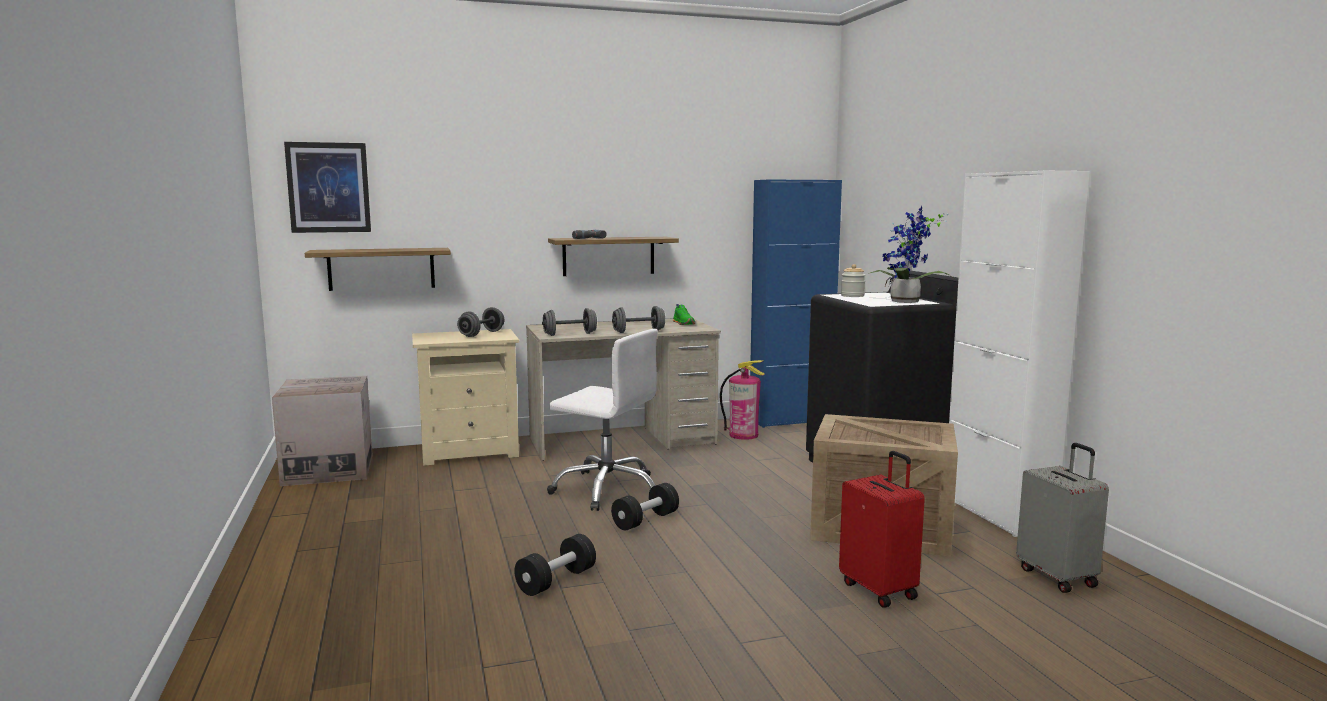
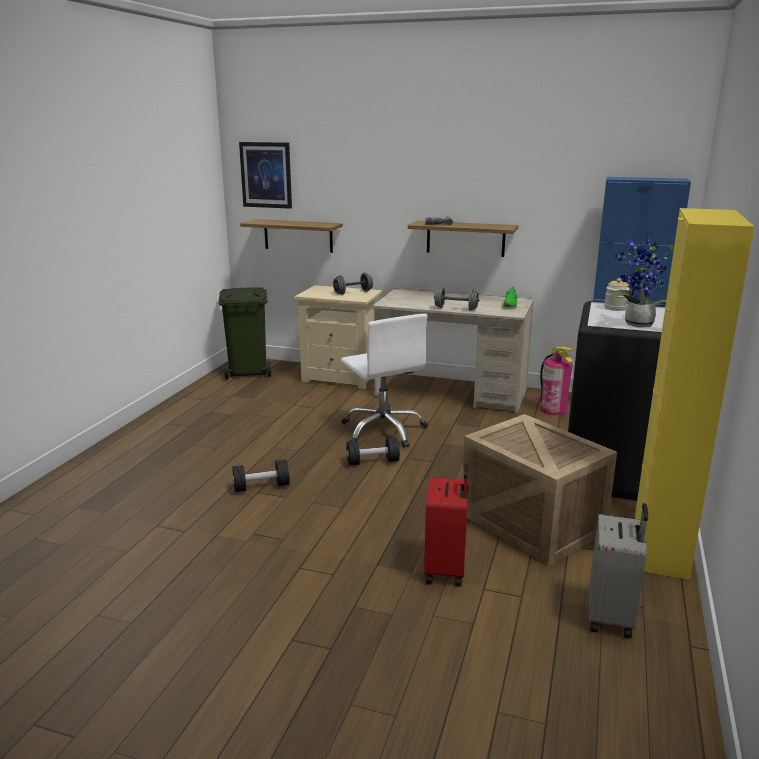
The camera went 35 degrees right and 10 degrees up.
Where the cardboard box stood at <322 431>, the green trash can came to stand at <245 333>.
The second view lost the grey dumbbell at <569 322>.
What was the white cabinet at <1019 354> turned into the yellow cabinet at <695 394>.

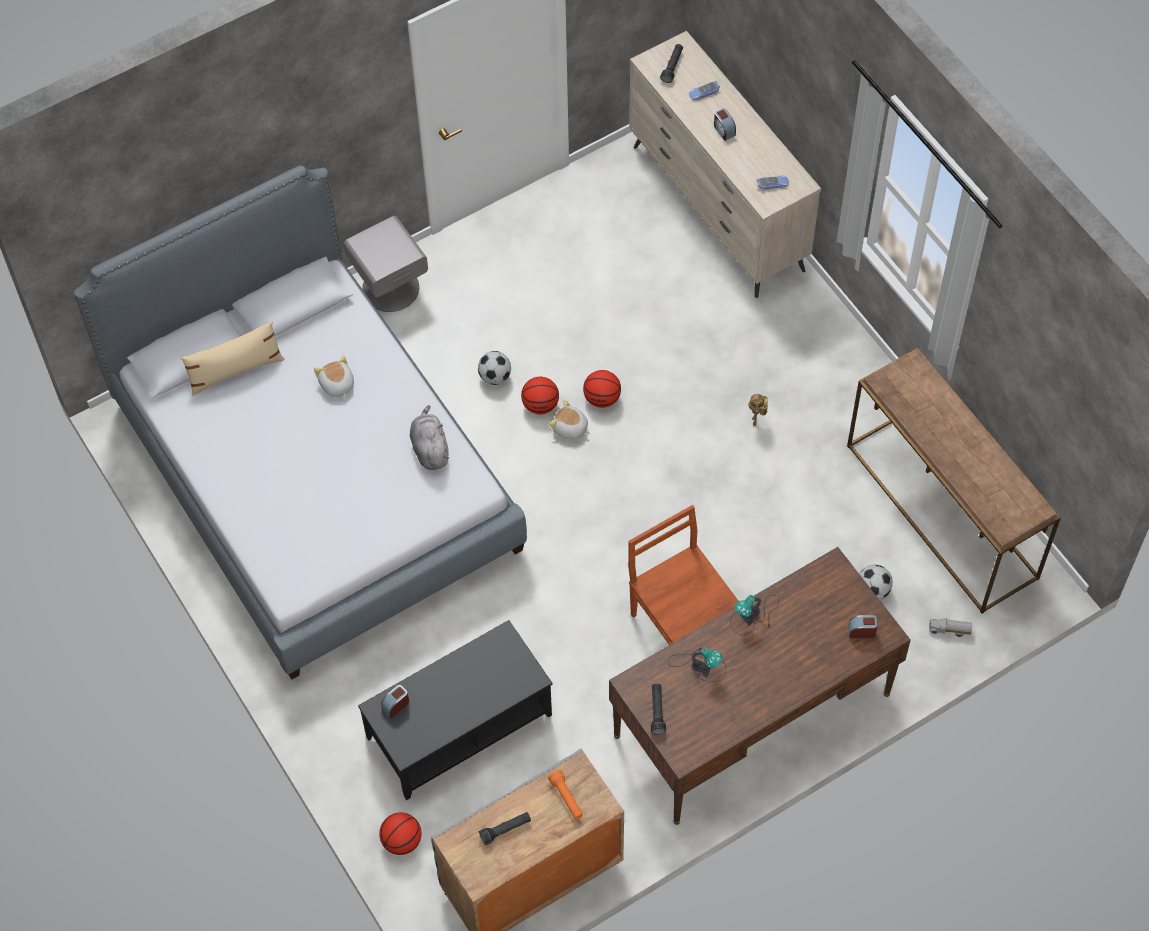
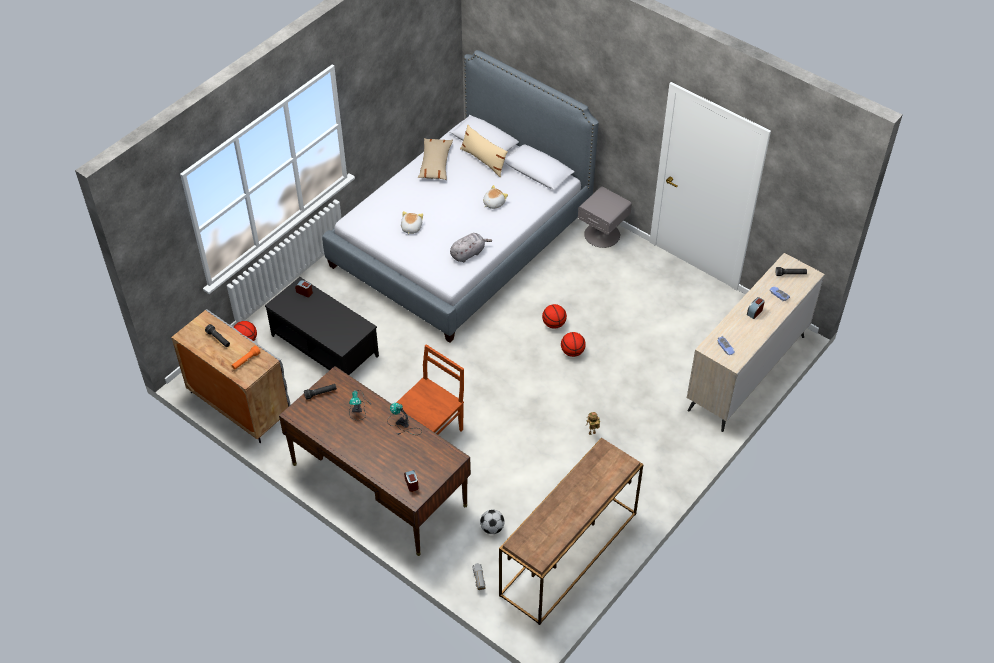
The camera went 70 degrees right and 10 degrees down.
The second view lost the football at <494 368>.
The plush toy ended up elsewhere, having gone from <569 419> to <412 223>.
The second view gained the beige pillow at <435 159>.

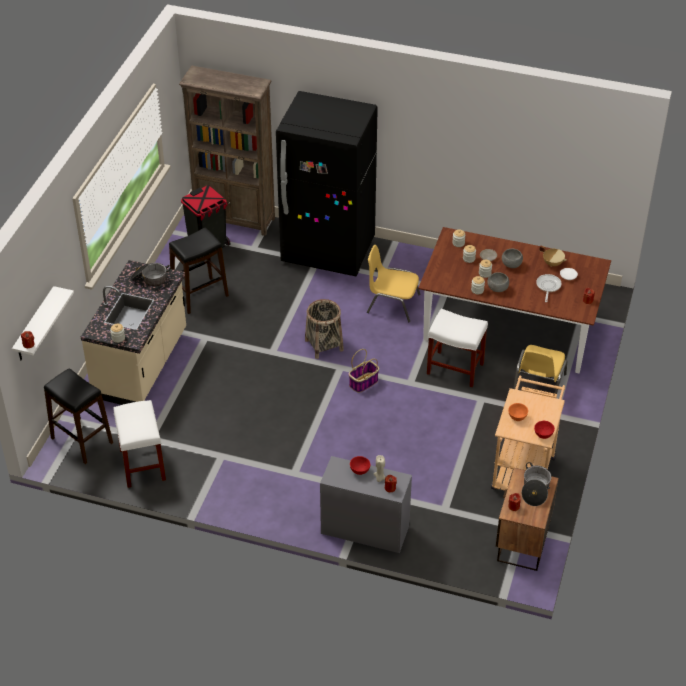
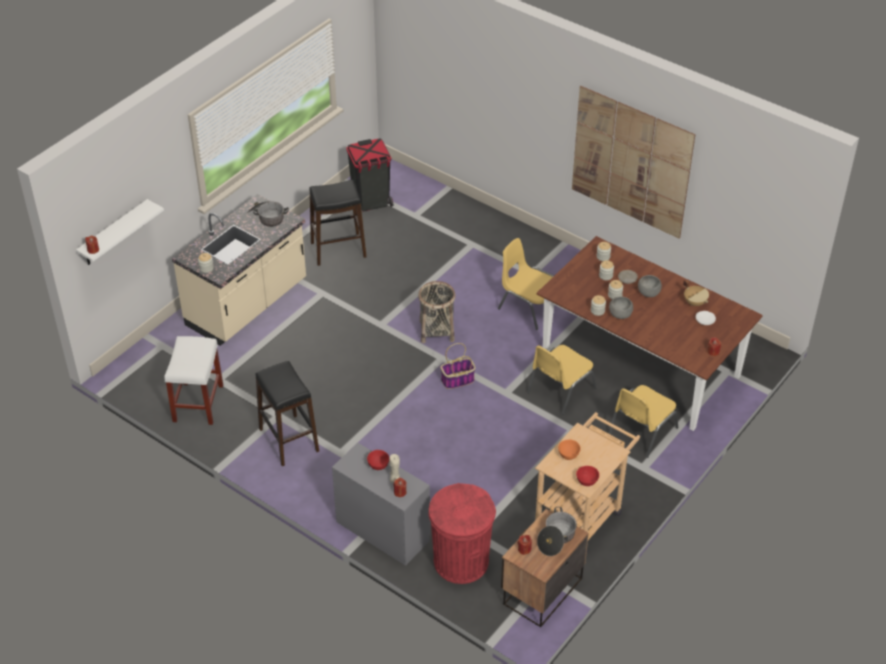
The camera went 20 degrees right and 0 degrees up.
The black stool ended up elsewhere, having gone from <78 416> to <287 413>.
The second view lost the brown bookcase at <227 151>.
The second view lost the black fridge at <327 183>.
Where the white stool stood at <457 348>, the yellow chair came to stand at <562 380>.
The second view lost the frying pan at <548 288>.
The second view gained the red trash can at <462 533>.
The second view gained the picture at <633 162>.

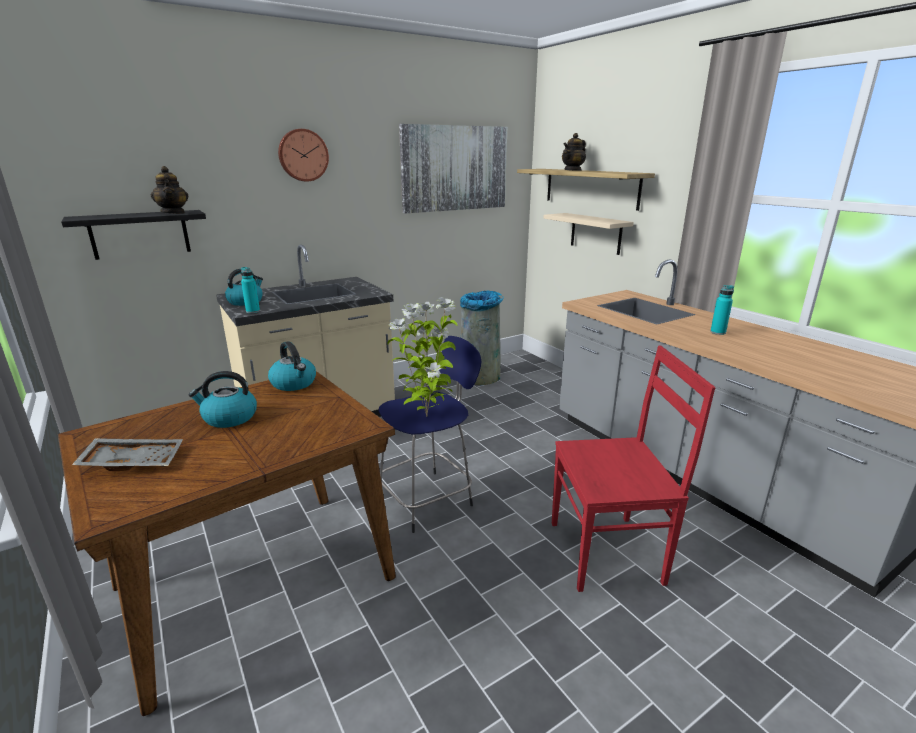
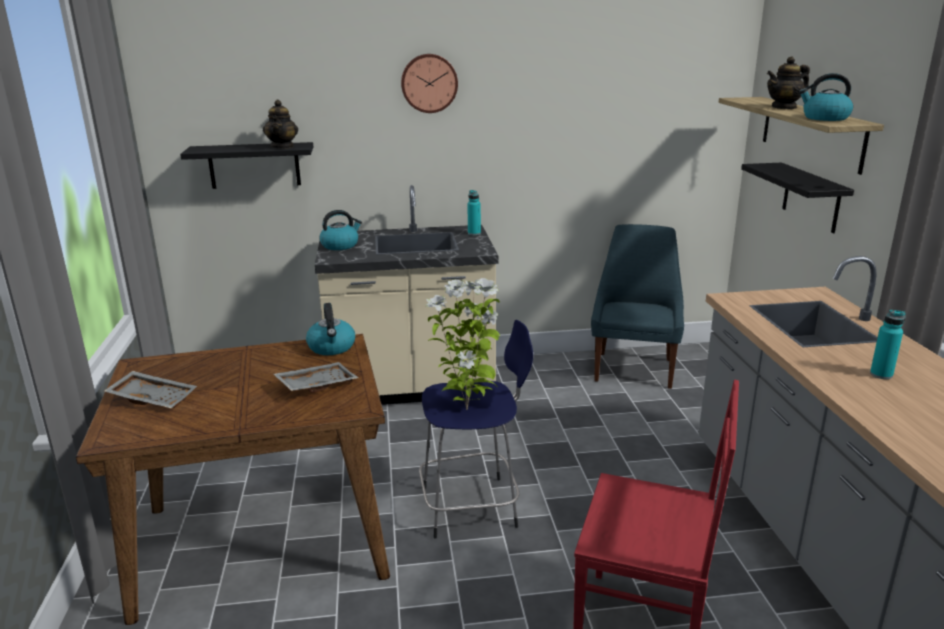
The camera went 25 degrees right and 0 degrees up.
The kettle ended up elsewhere, having gone from <222 399> to <826 97>.
The turquoise bottle ended up elsewhere, having gone from <250 290> to <474 212>.
The second view lost the picture at <453 168>.
Where the grey trash can stood at <482 337>, the blue chair came to stand at <637 306>.
What was the beige shelf at <588 234> turned into the black shelf at <797 197>.
The second view gained the grey tray at <316 377>.

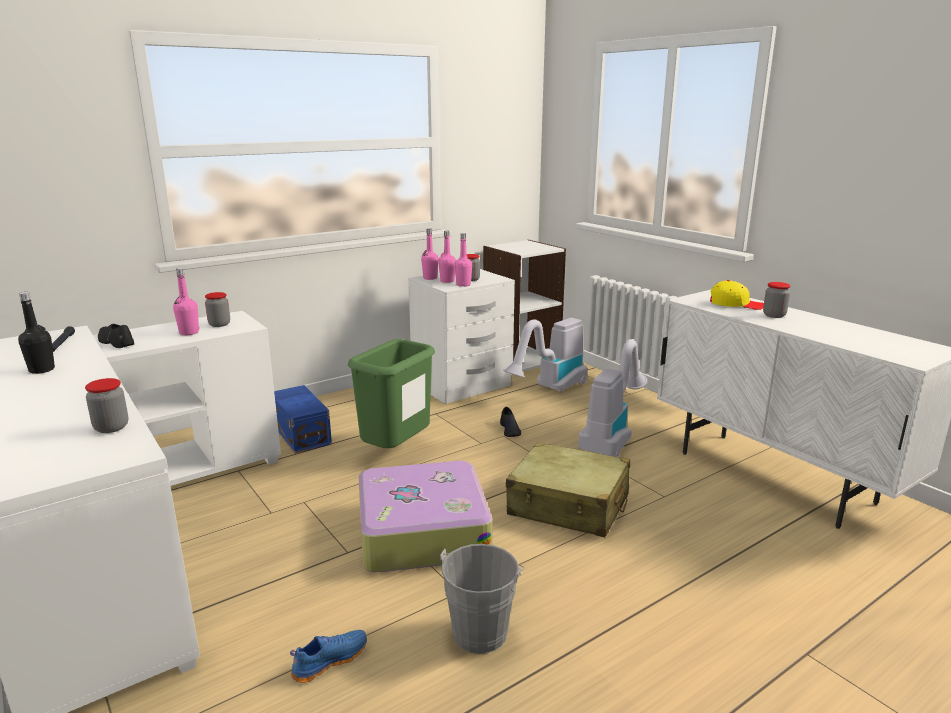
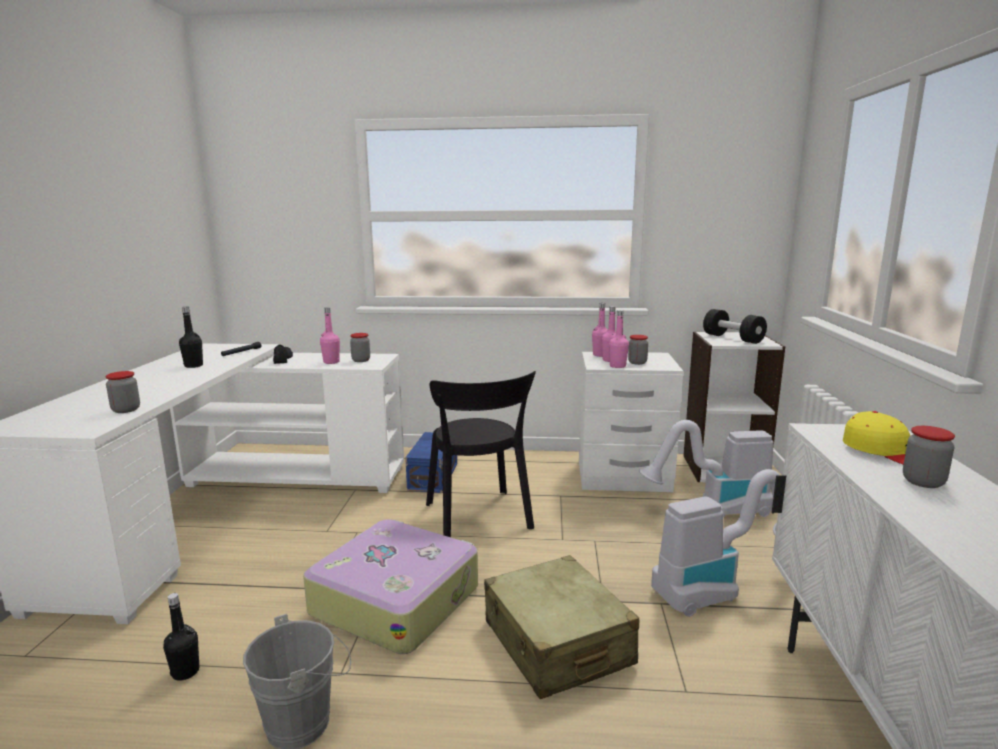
The camera went 40 degrees right and 5 degrees down.
Where the blue shoe stood at <328 656>, the black bottle came to stand at <181 637>.
Where the green trash can stood at <391 393>, the black chair came to stand at <481 454>.
The second view lost the black shoe at <510 422>.
The second view gained the black dumbbell at <735 326>.

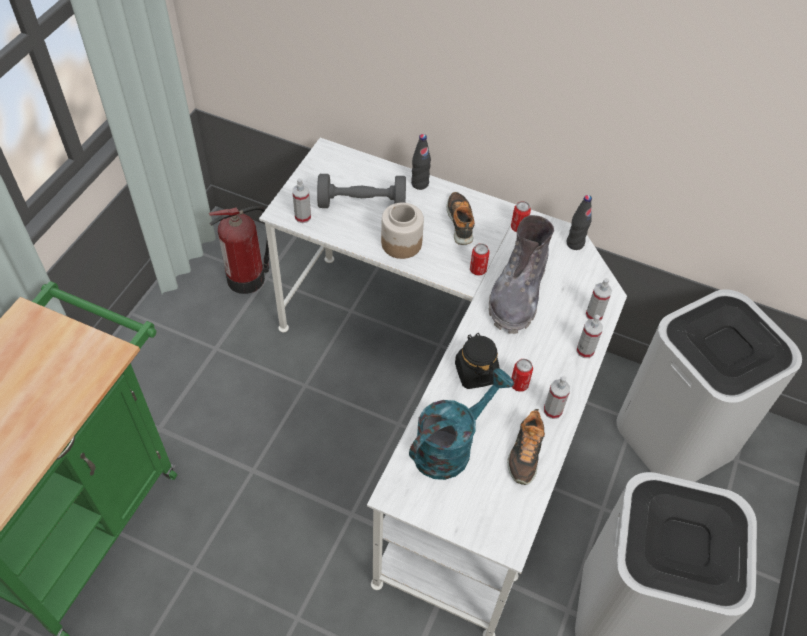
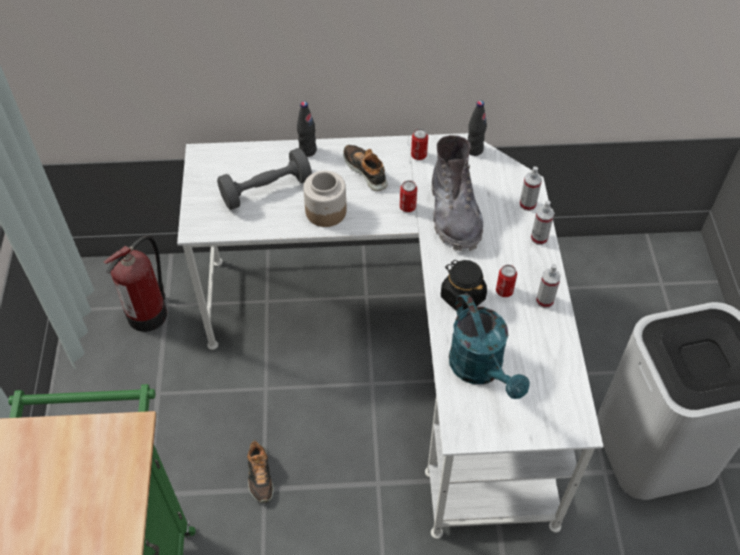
The camera went 25 degrees left and 0 degrees up.
The second view lost the spray bottle at <301 200>.
The turquoise watering can at <461 424> ended up facing another way, 135 degrees clockwise from before.
The shoe ended up elsewhere, having gone from <526 447> to <260 471>.
The second view lost the white trash can at <709 385>.

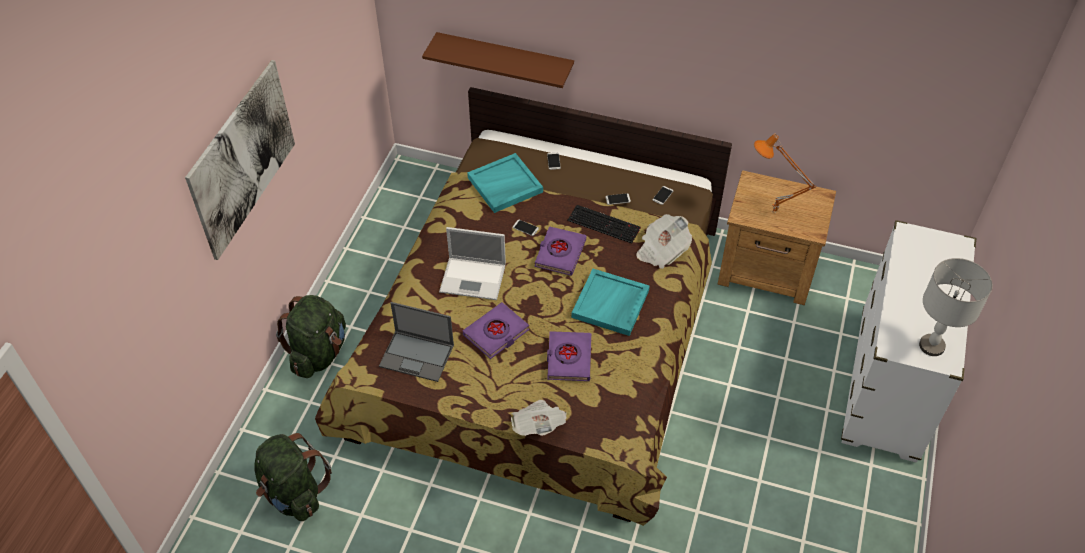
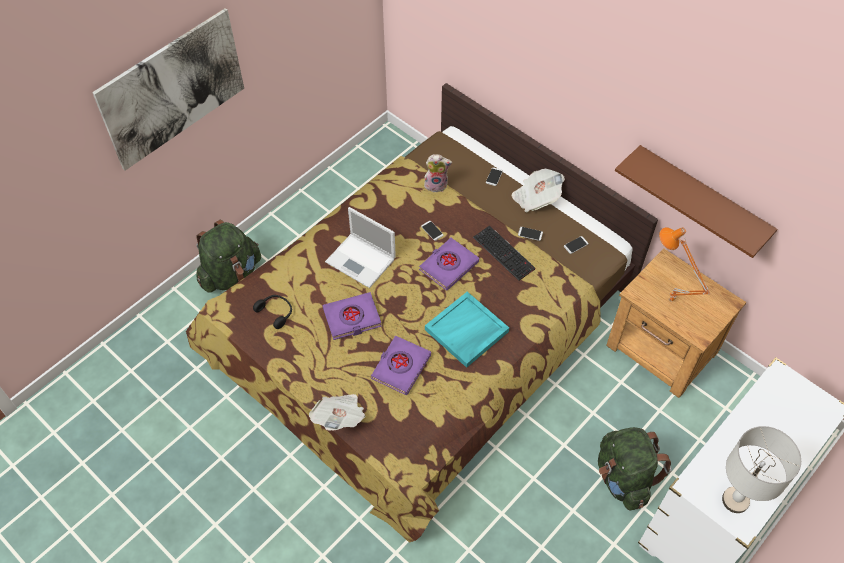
The camera went 25 degrees right and 5 degrees up.
The green backpack ended up elsewhere, having gone from <293 477> to <635 468>.
Where the laptop stood at <416 342>, the black headphones came to stand at <272 312>.
The brown shelf ended up elsewhere, having gone from <498 60> to <696 201>.
Where the turquoise tray stood at <505 183>, the plush toy came to stand at <438 173>.
The newspaper ended up elsewhere, having gone from <664 241> to <538 191>.

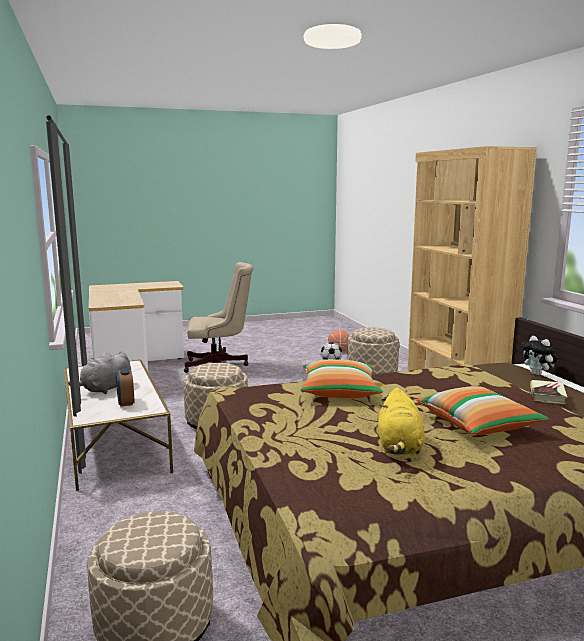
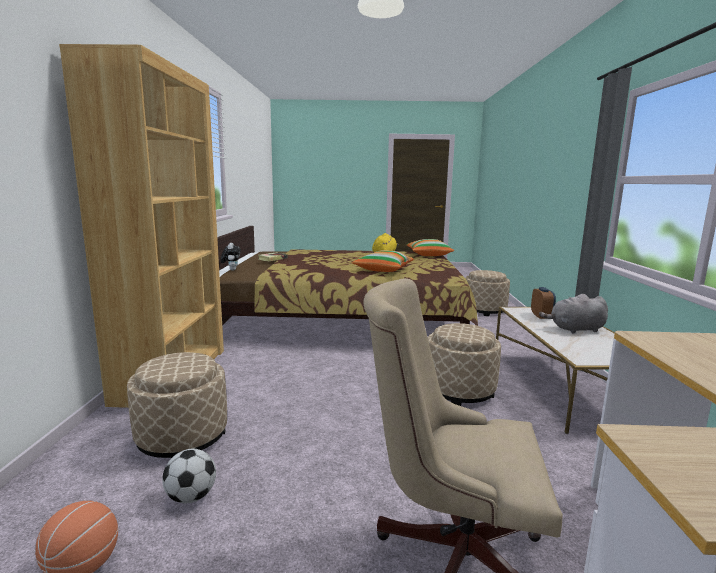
The camera went 160 degrees left and 0 degrees up.
The grey plush toy at <99 372> ended up facing another way, 150 degrees counterclockwise from before.
The pillow ended up elsewhere, having gone from <482 410> to <430 247>.

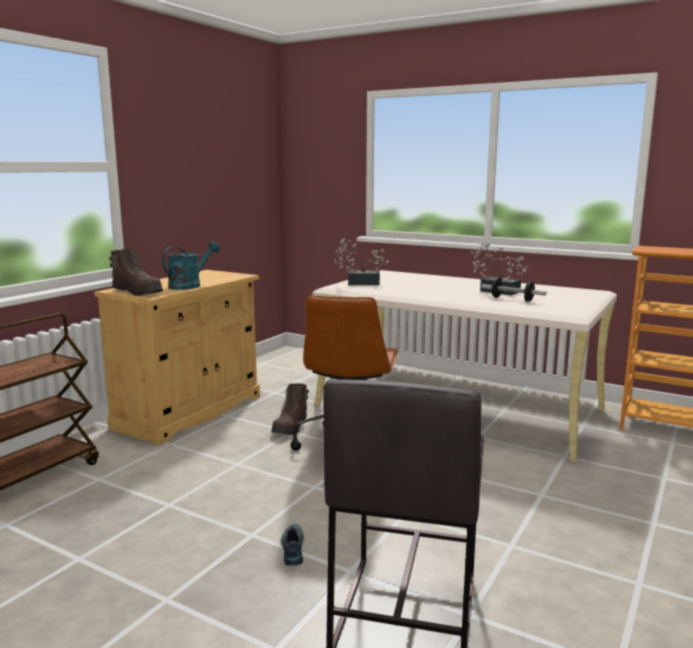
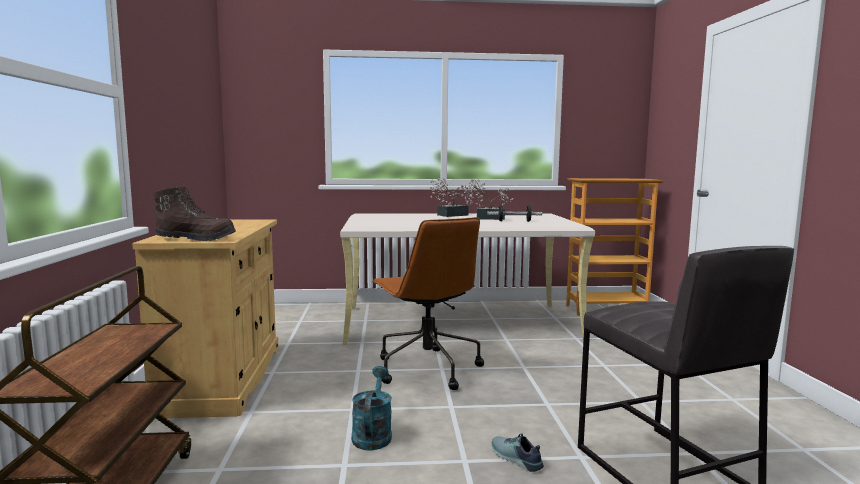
The camera went 35 degrees left and 5 degrees down.
The turquoise watering can ended up elsewhere, having gone from <191 265> to <372 408>.
The second view lost the brown boot at <290 409>.
The potted plant ended up elsewhere, having gone from <361 262> to <450 197>.

